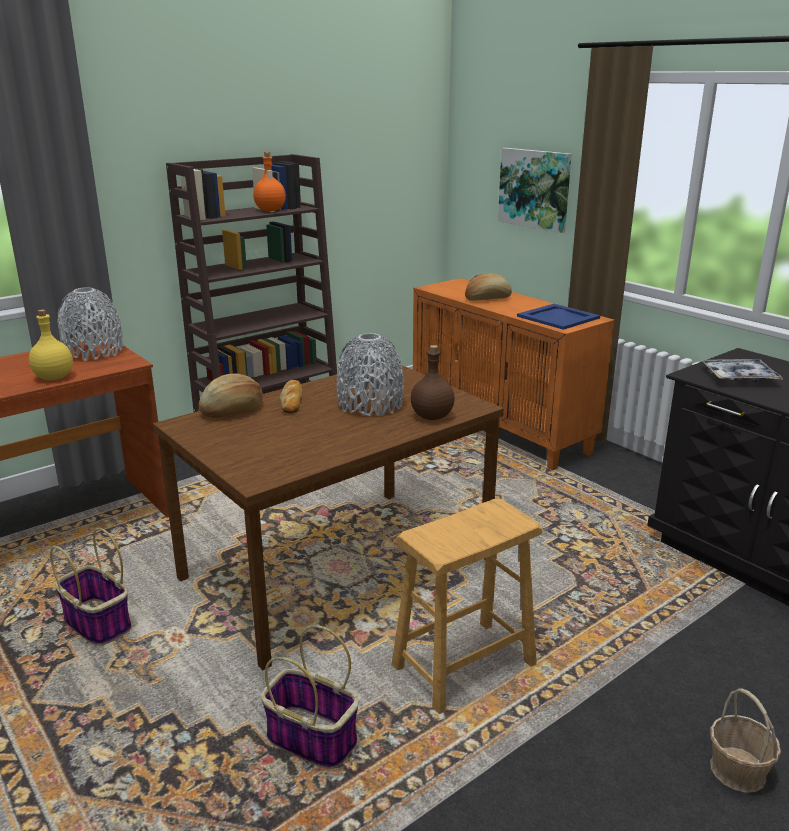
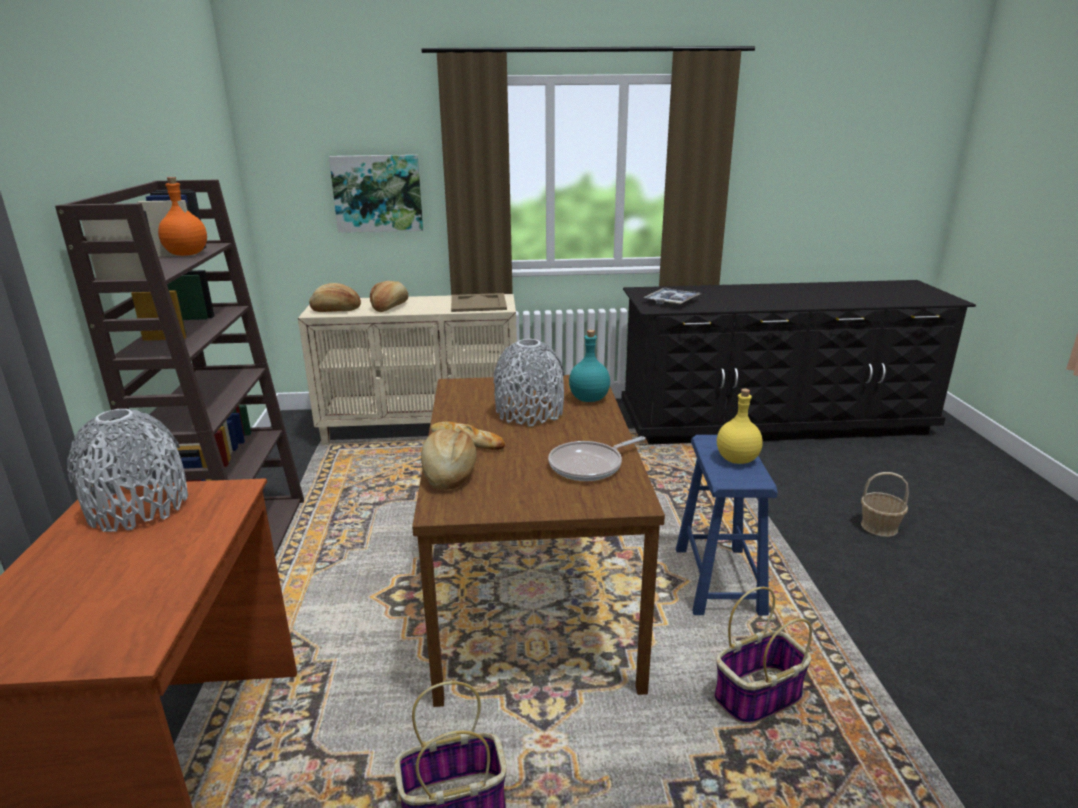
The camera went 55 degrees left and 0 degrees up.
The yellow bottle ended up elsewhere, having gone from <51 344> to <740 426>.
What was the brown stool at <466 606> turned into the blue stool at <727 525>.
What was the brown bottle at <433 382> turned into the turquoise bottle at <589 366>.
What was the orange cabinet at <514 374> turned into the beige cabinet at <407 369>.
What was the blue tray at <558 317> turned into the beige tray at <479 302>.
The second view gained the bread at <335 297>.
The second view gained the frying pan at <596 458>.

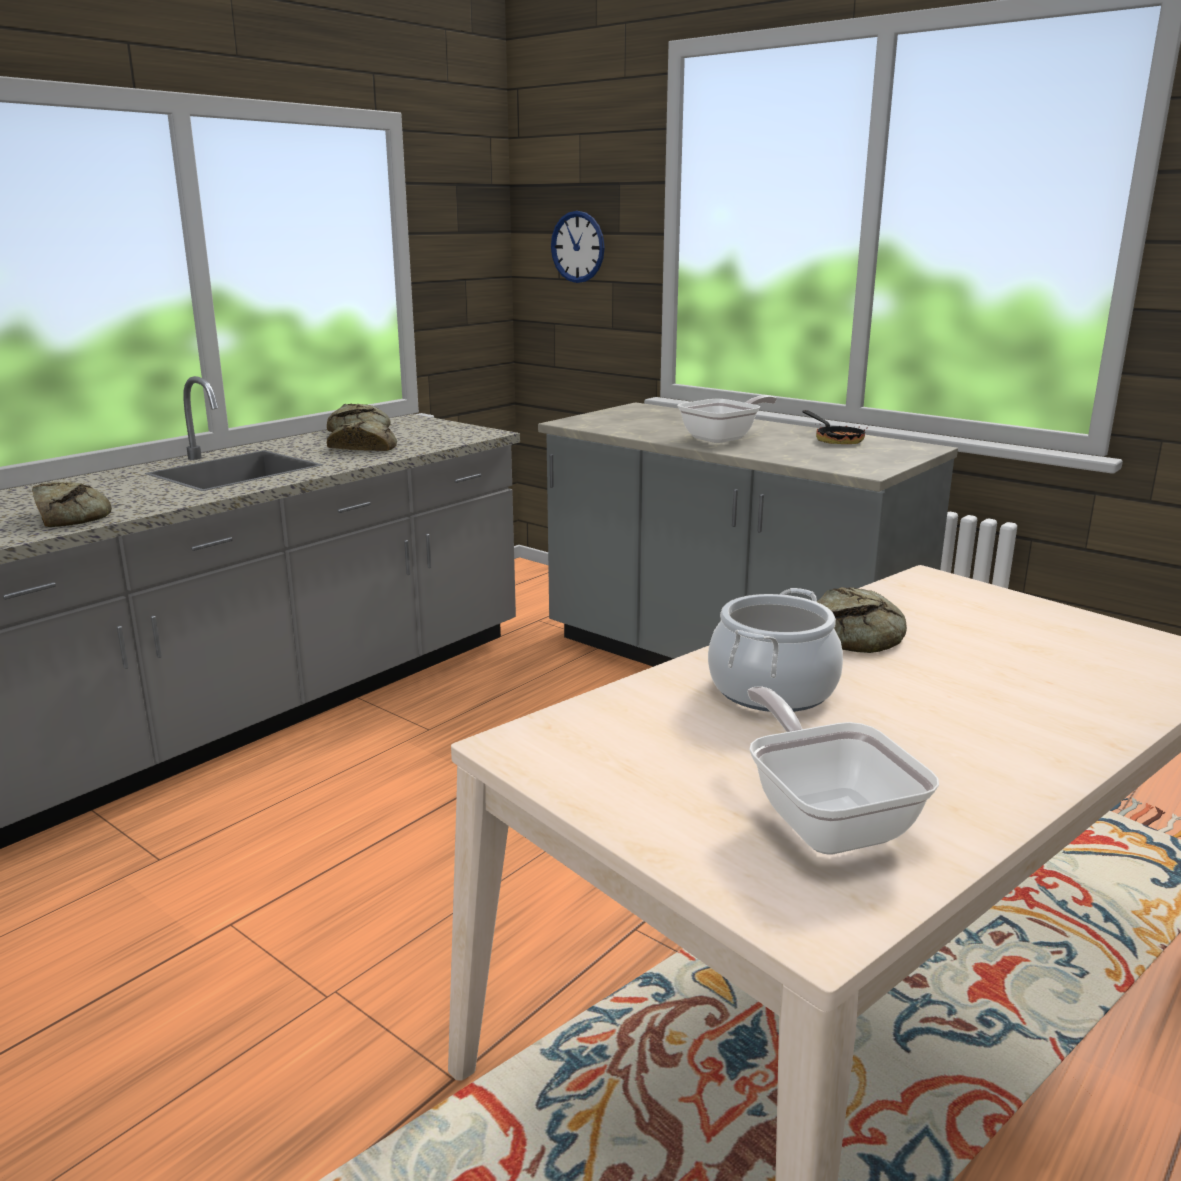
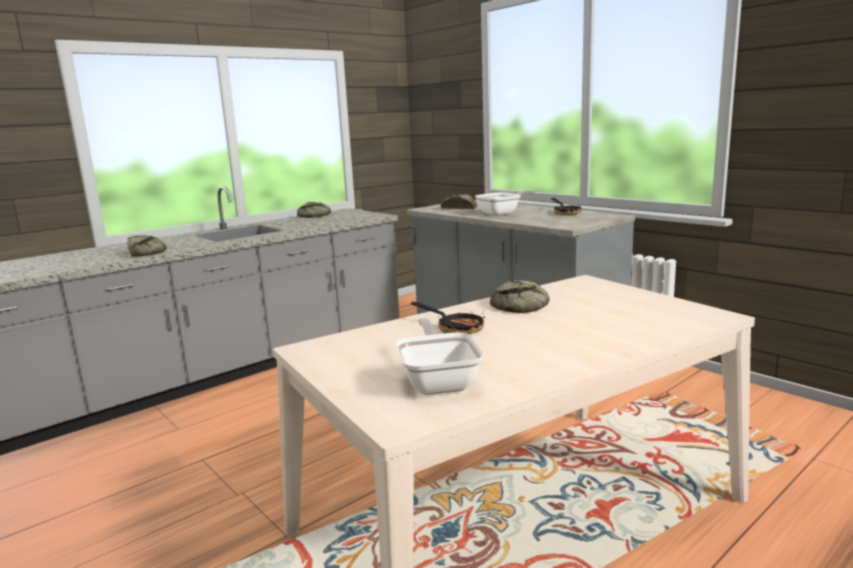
The camera went 10 degrees right and 5 degrees down.
The bread ended up elsewhere, having gone from <362 436> to <459 201>.
The second view lost the wall clock at <578 247>.
Where the cooking pot stood at <775 650>, the frying pan came to stand at <448 318>.

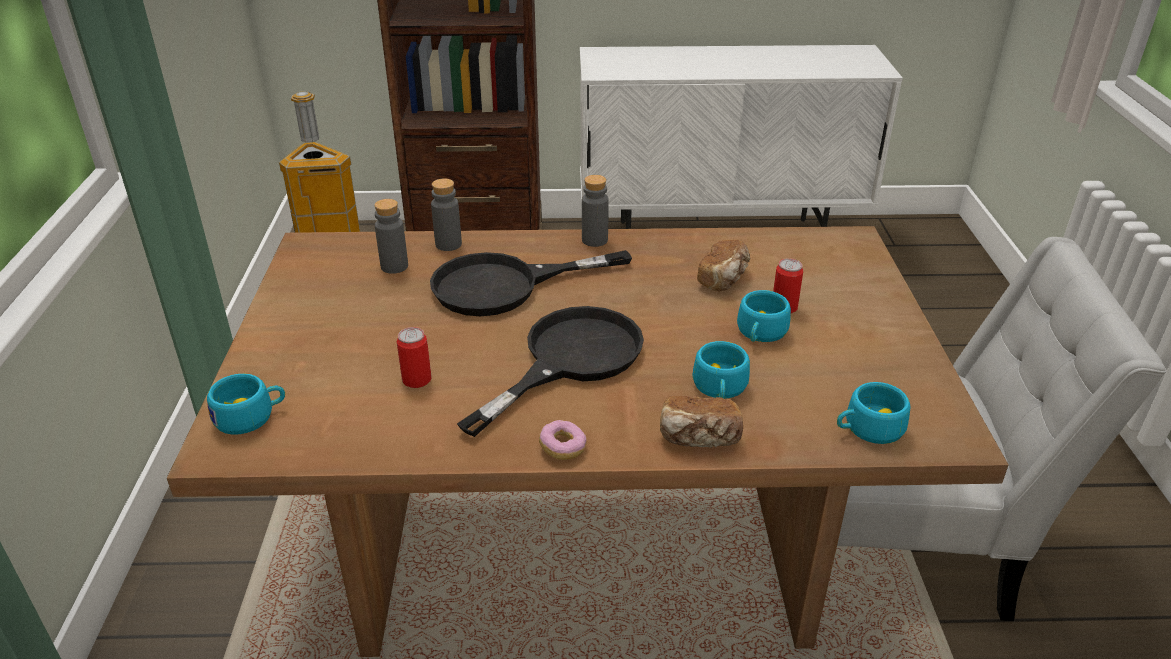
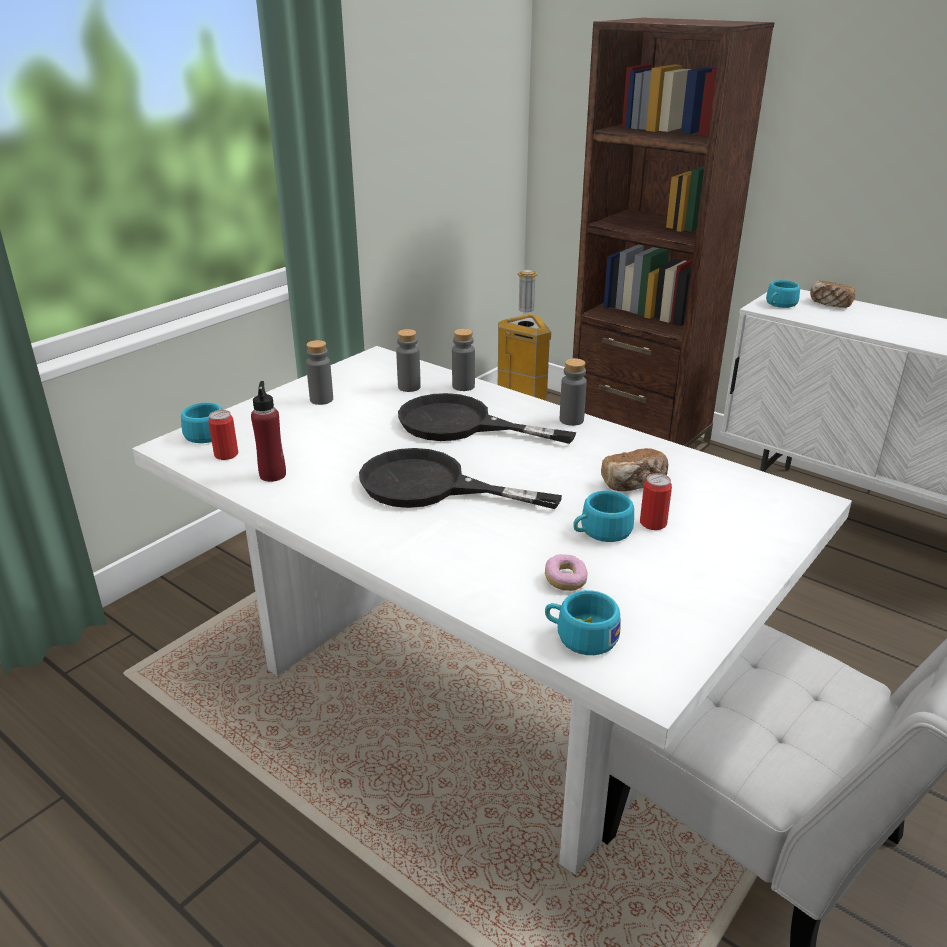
The camera went 40 degrees right and 5 degrees down.
What was the brown dining table at <588 441> turned into the white dining table at <492 610>.
The can ended up elsewhere, having gone from <414 357> to <223 435>.
The black frying pan at <550 371> ended up facing another way, 150 degrees counterclockwise from before.
The donut ended up elsewhere, having gone from <563 440> to <566 572>.
The bread ended up elsewhere, having gone from <701 422> to <833 294>.
The turquoise cup ended up elsewhere, having gone from <721 369> to <783 294>.
The second view gained the red bottle at <268 431>.
The second view gained the grey bottle at <319 372>.

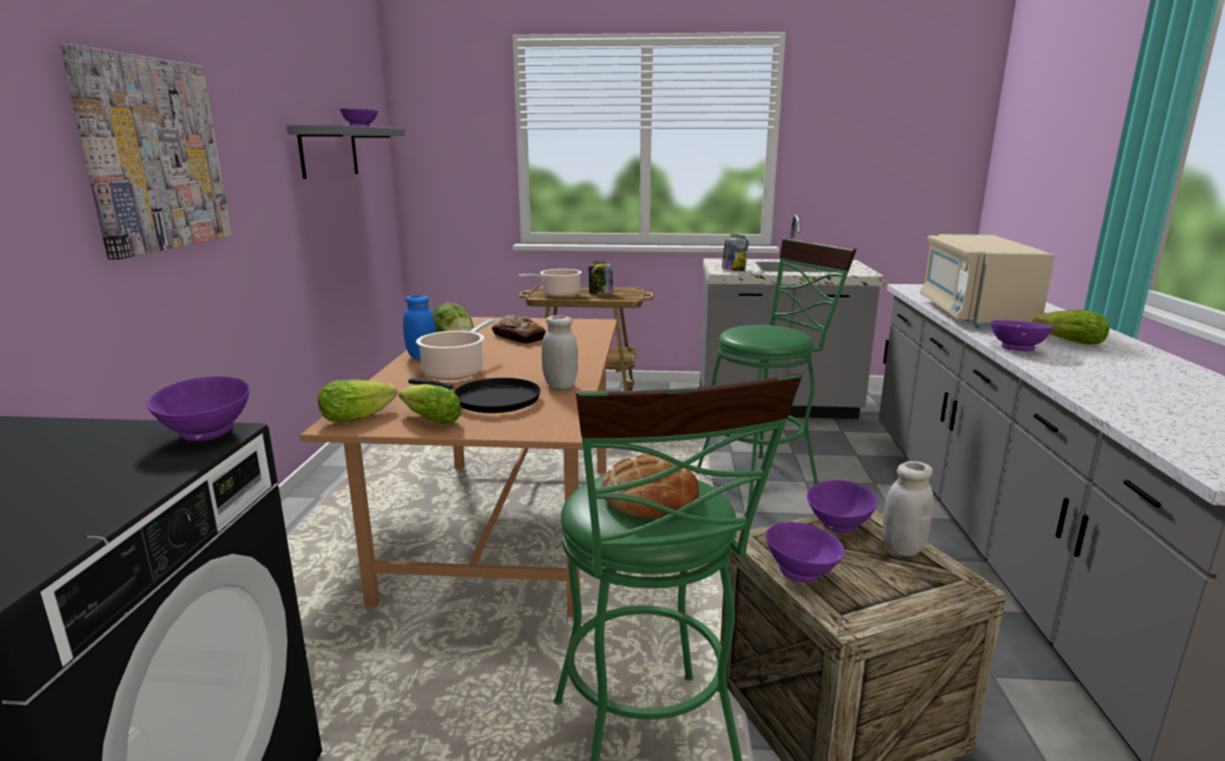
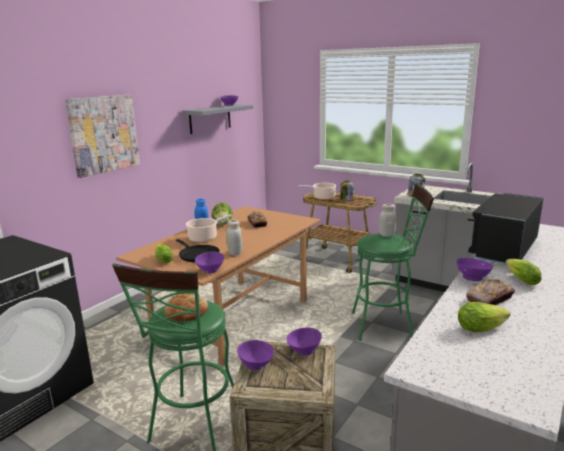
The camera went 30 degrees right and 0 degrees up.
The purple bowl ended up elsewhere, having gone from <197 408> to <209 262>.
The lettuce ended up elsewhere, having gone from <357 401> to <484 317>.
The white jar ended up elsewhere, having gone from <908 508> to <388 220>.
What was the beige microwave at <987 281> turned into the black microwave at <506 229>.
The second view gained the bread at <490 292>.

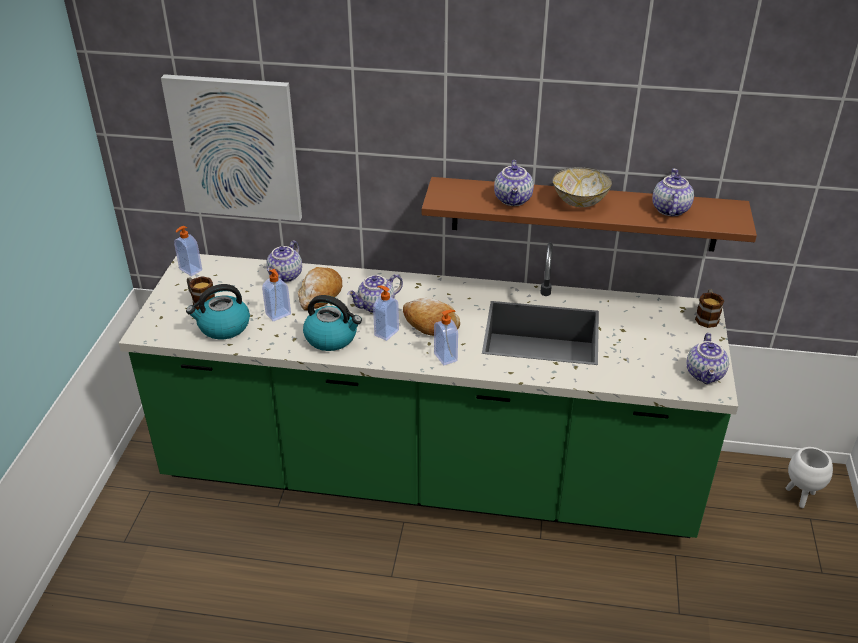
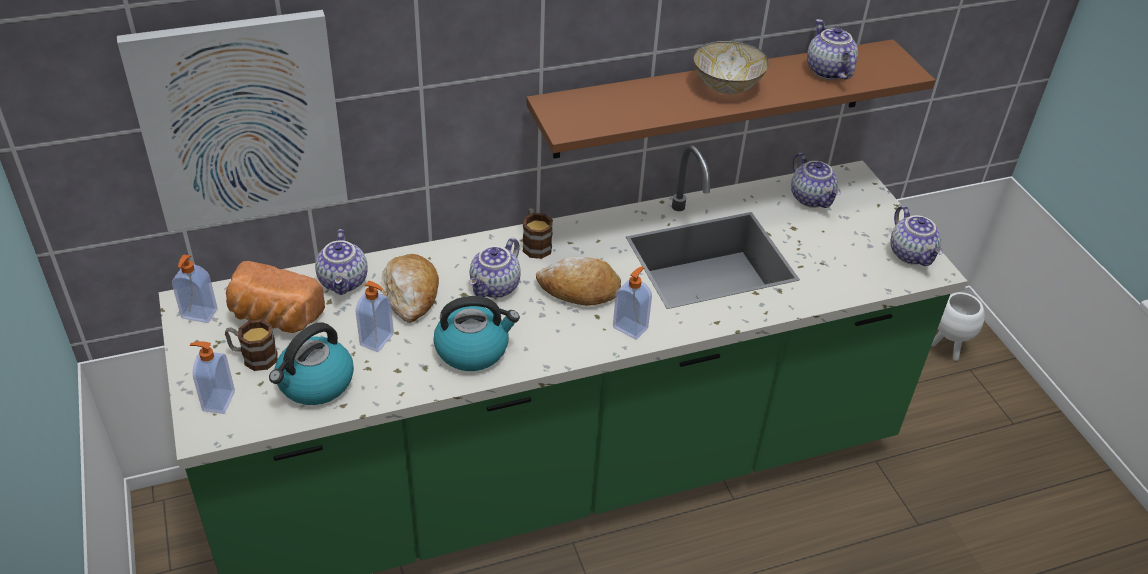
The camera went 30 degrees left and 5 degrees up.
The soap dispenser ended up elsewhere, having gone from <386 313> to <212 377>.
The teapot ended up elsewhere, having gone from <514 183> to <816 180>.
The mug ended up elsewhere, having gone from <709 308> to <538 233>.
The second view gained the bread at <275 297>.

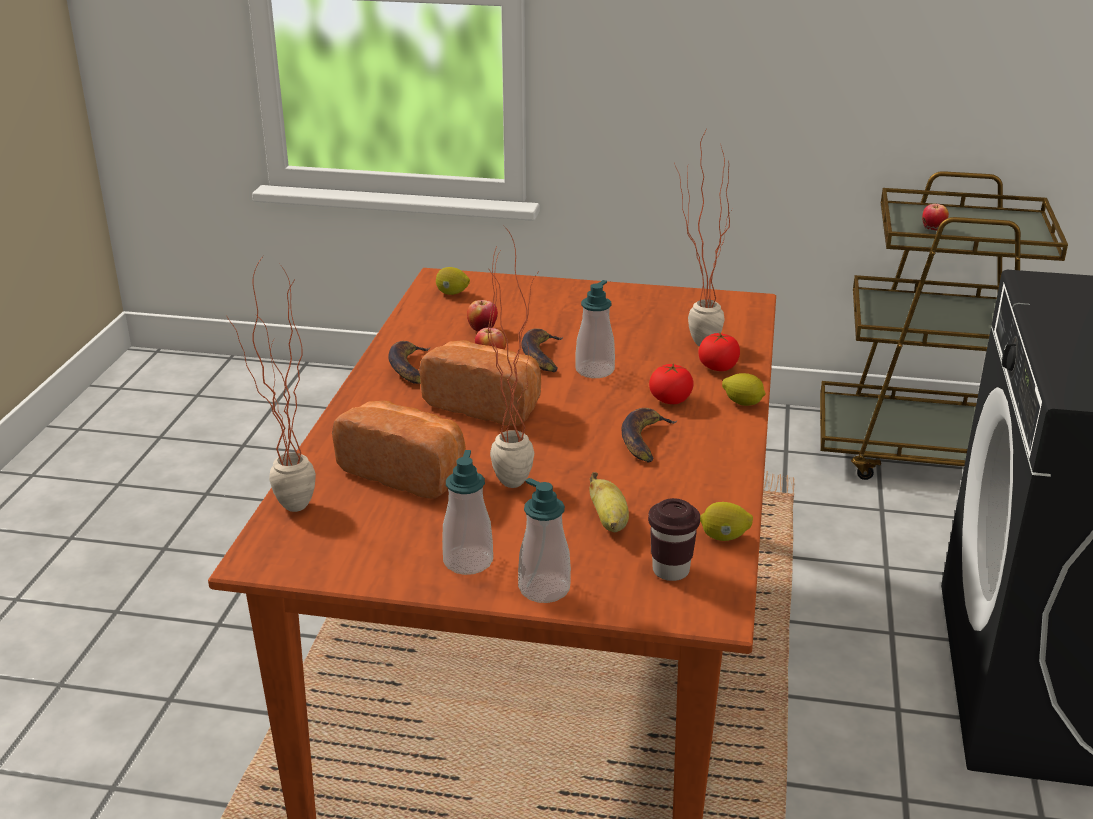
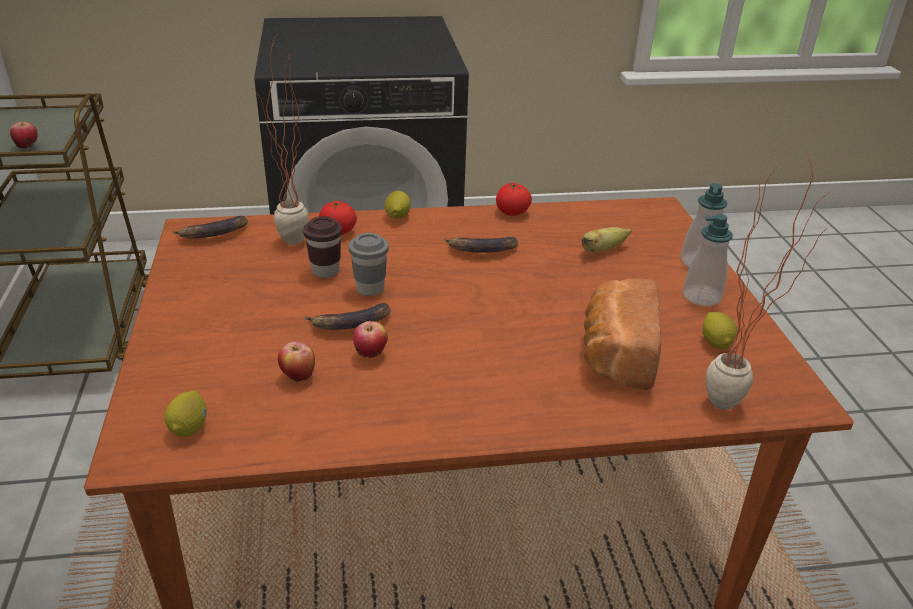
The camera went 110 degrees left and 5 degrees up.
The banana ended up elsewhere, having gone from <409 362> to <210 227>.
The second view lost the bread at <480 383>.
The second view lost the potted plant at <514 357>.
Where the soap dispenser stood at <595 329>, the grey cup came to stand at <369 264>.
The brown cup ended up elsewhere, having gone from <674 539> to <322 247>.
The tomato ended up elsewhere, having gone from <671 383> to <514 199>.
The lemon ended up elsewhere, having gone from <726 521> to <720 330>.

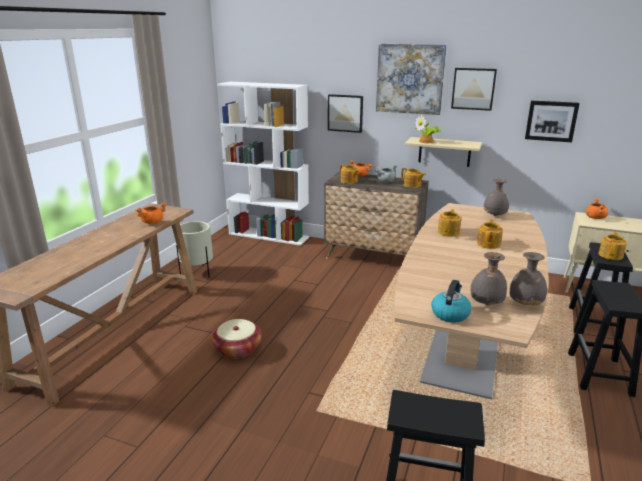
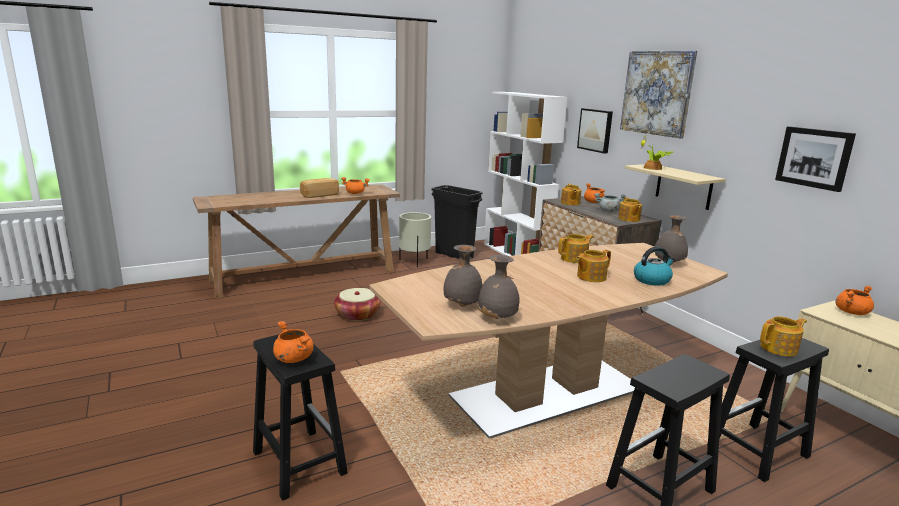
The camera went 40 degrees right and 5 degrees down.
The kettle ended up elsewhere, having gone from <451 301> to <654 266>.
The second view lost the picture at <474 89>.
The second view gained the orange cooking pot at <293 342>.
The second view gained the bread at <319 188>.
The second view gained the black trash can at <457 222>.

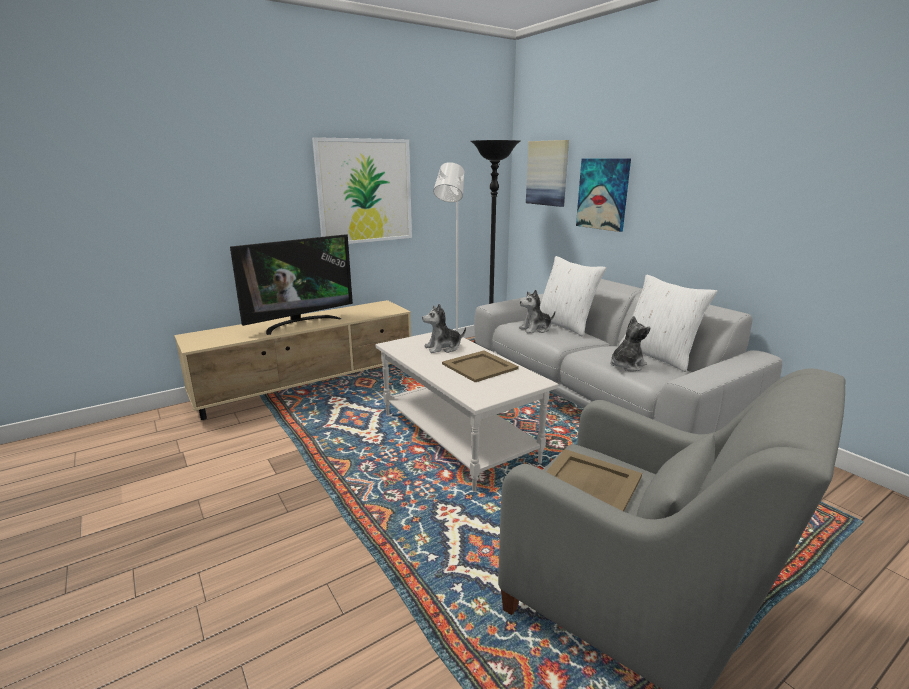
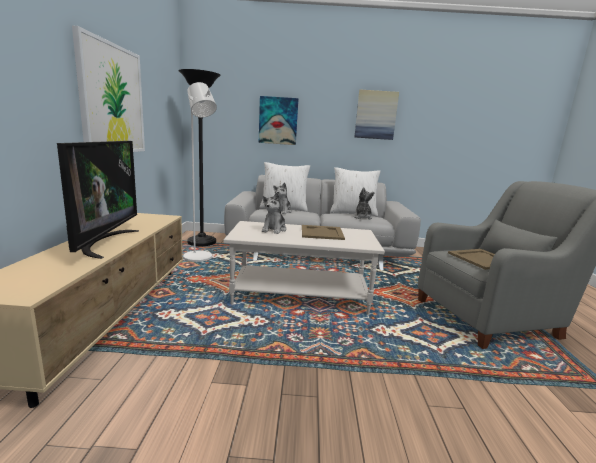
The camera went 55 degrees left and 5 degrees down.
The picture ended up elsewhere, having gone from <547 173> to <377 115>.

